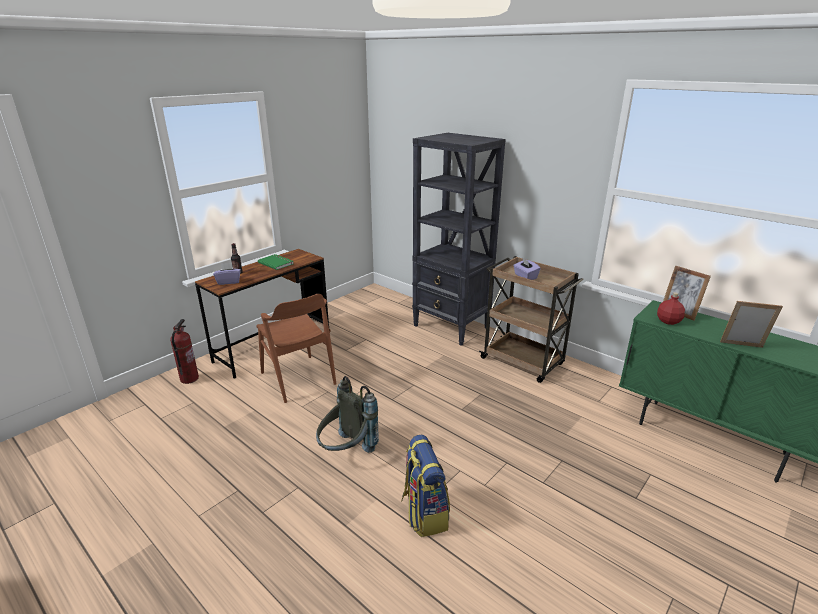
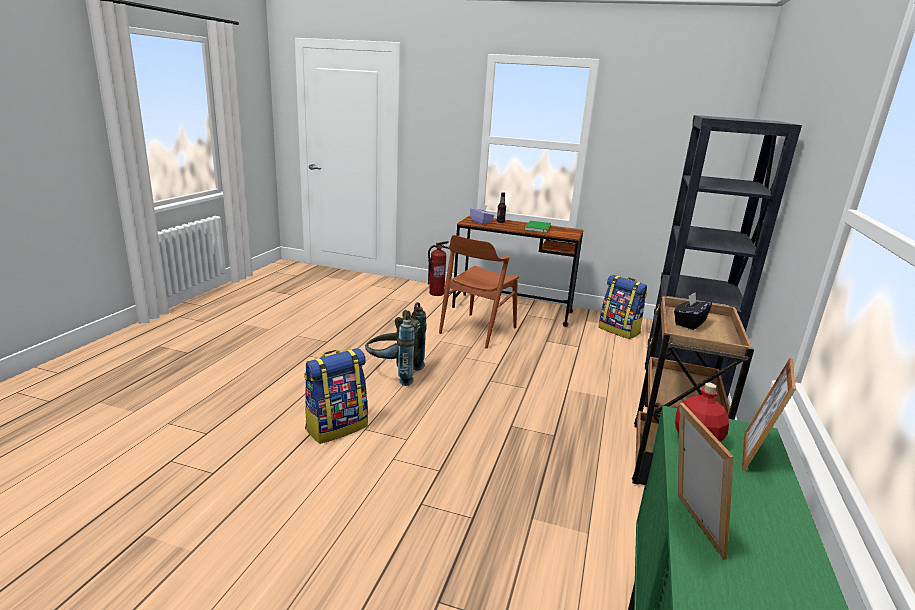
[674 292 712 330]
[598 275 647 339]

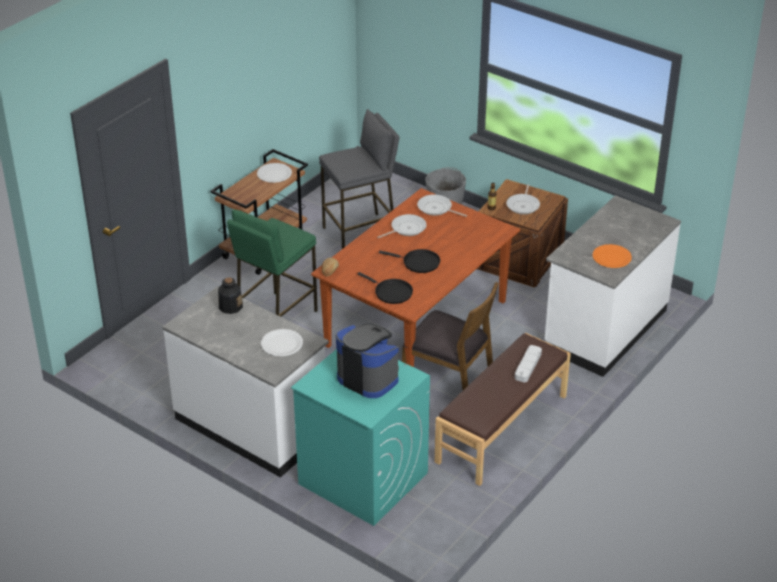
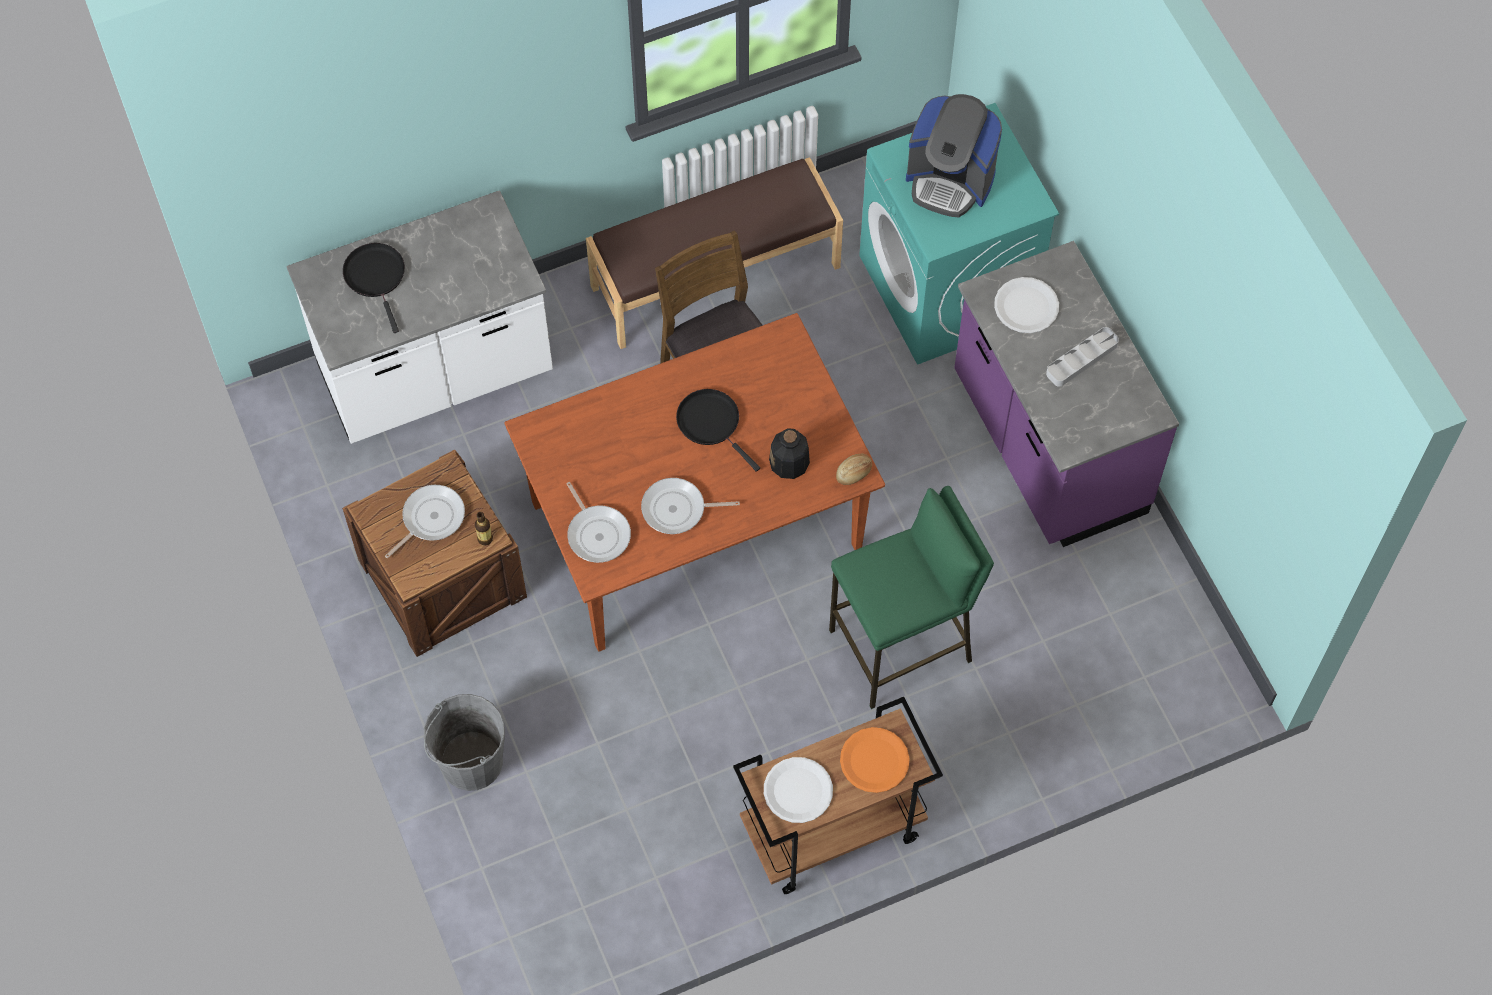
[954 241 1179 547]
[769 428 810 479]
[319 109 399 249] (first image)
[906 94 1002 217]
[343 243 405 333]
[1046 327 1119 387]
[840 727 910 793]

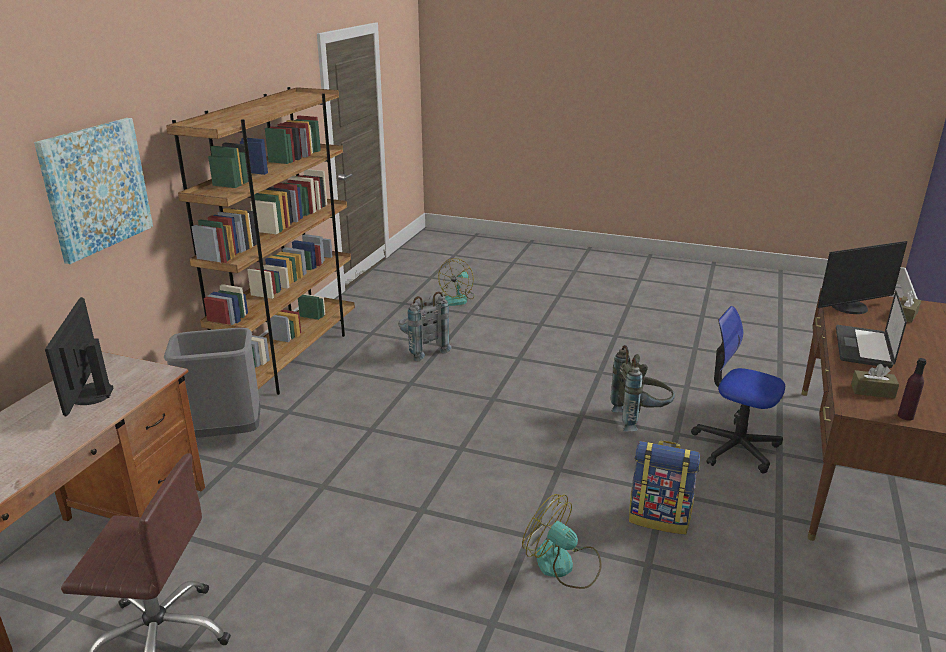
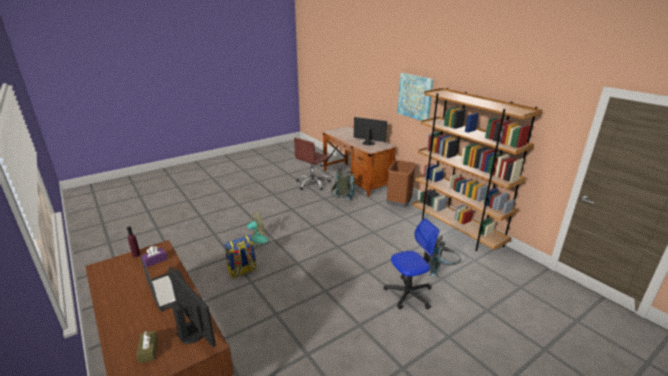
[387 160 416 207]
[438 258 475 306] (first image)
[331 169 355 201]
[384 219 439 309]
[168 267 216 347]
[141 246 167 267]

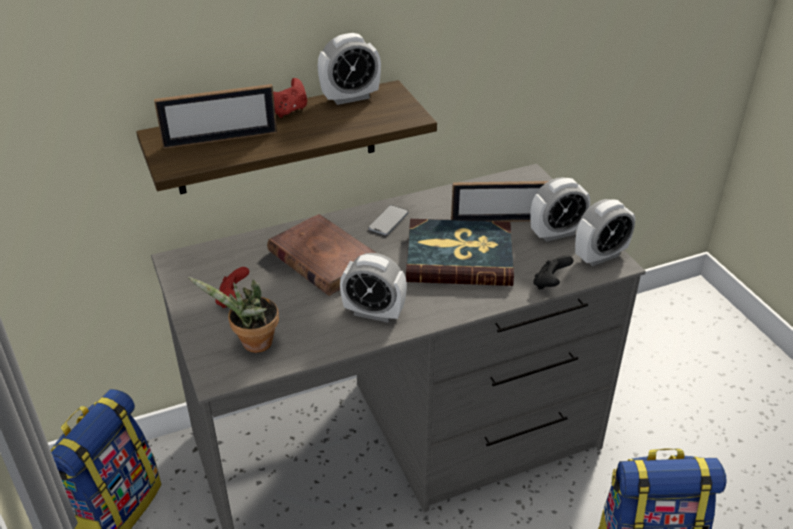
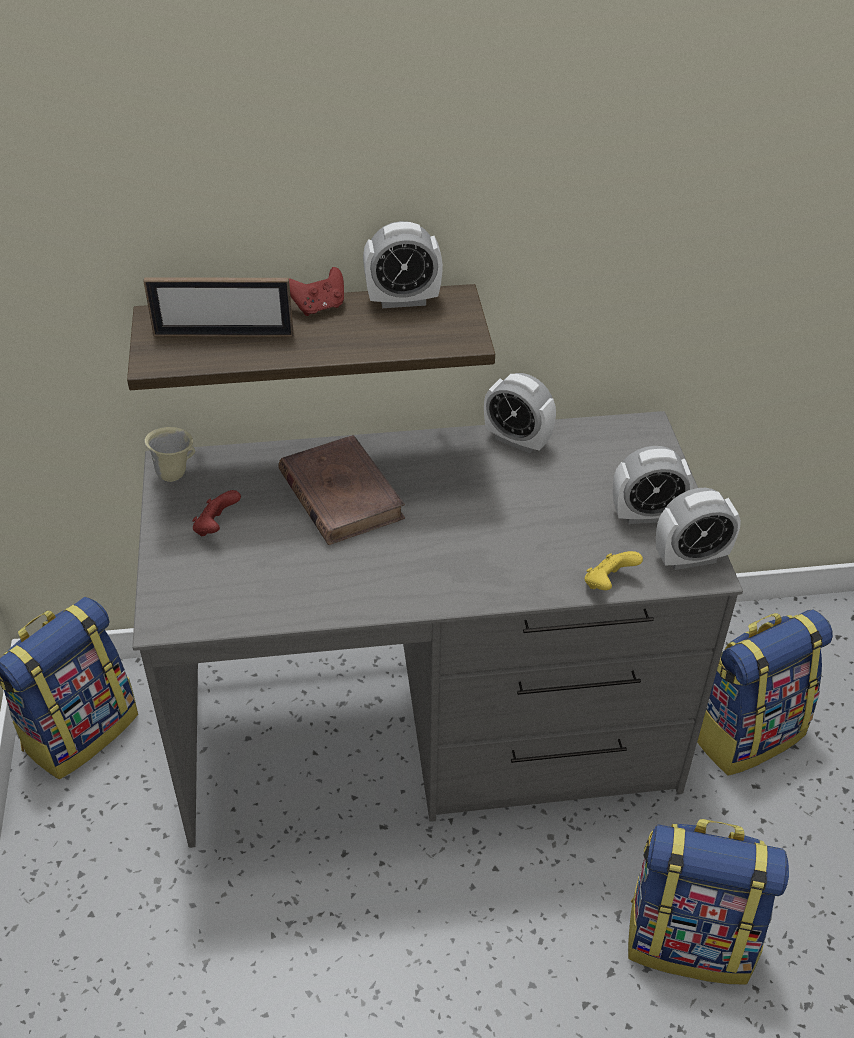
[188 277 279 353] (first image)
[484 373 556 453]
[368 205 409 235] (first image)
[406 219 514 286] (first image)
[451 181 548 222] (first image)
[585 551 643 590]
[144 427 195 482]
[697 609 833 776]

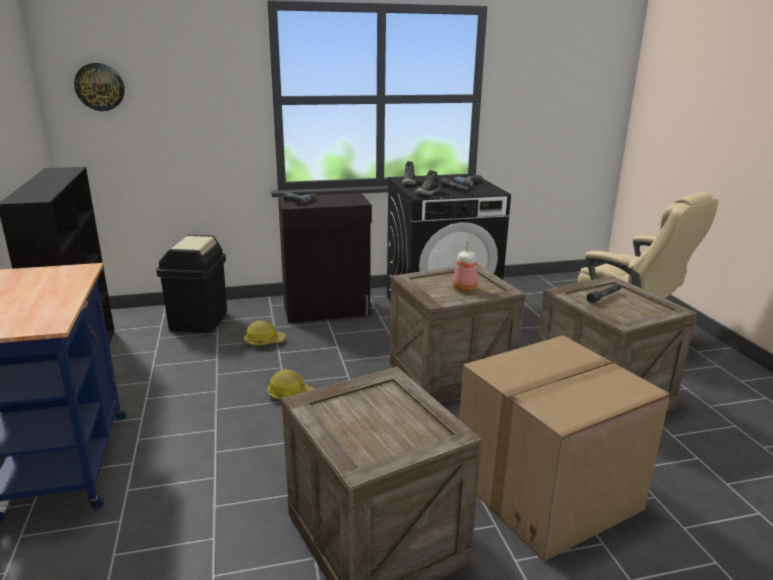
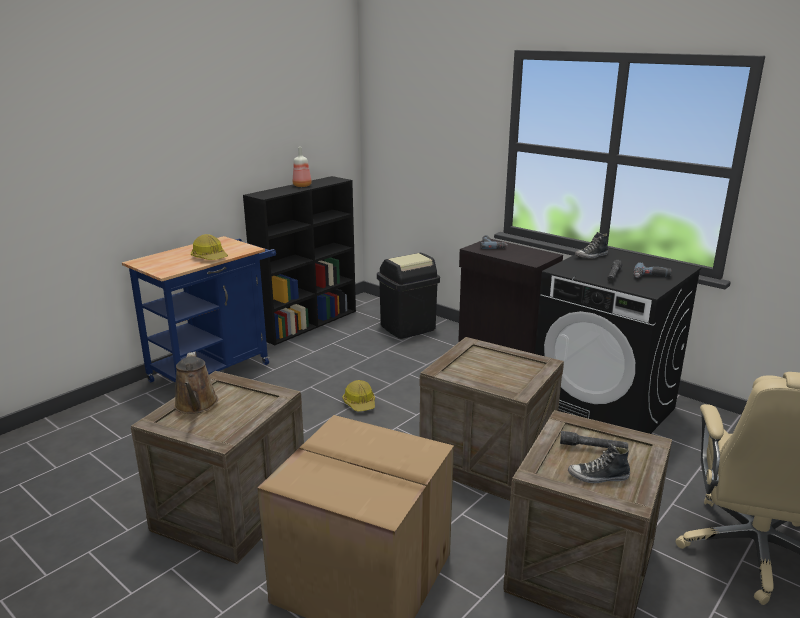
[74 63 125 111] (first image)
[191 234 228 260]
[568 444 630 483]
[293 147 312 187]
[174 352 218 414]

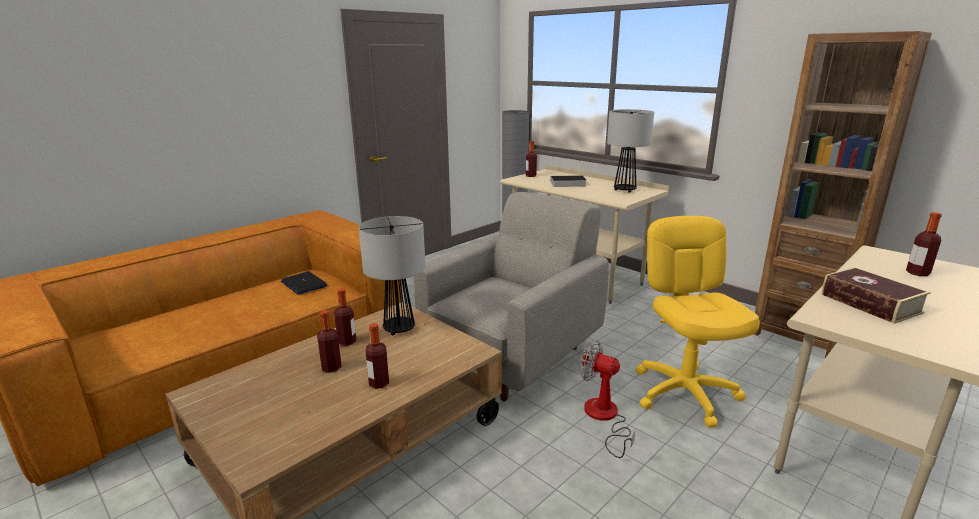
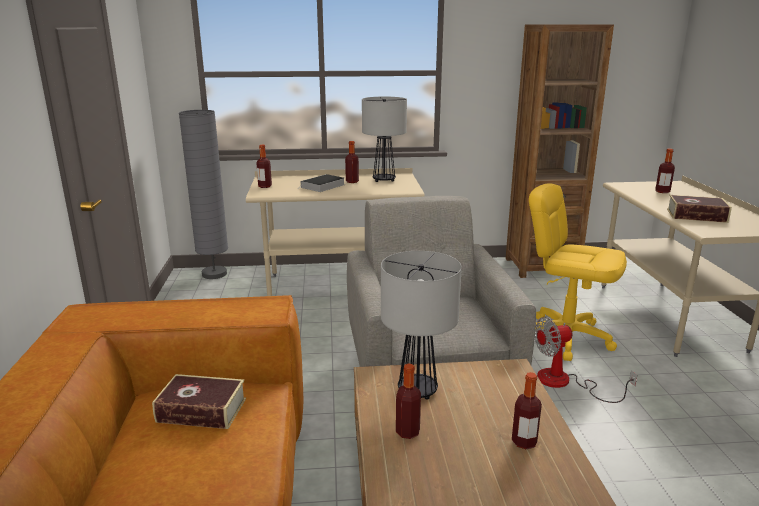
[152 374 246 429]
[345 141 359 183]

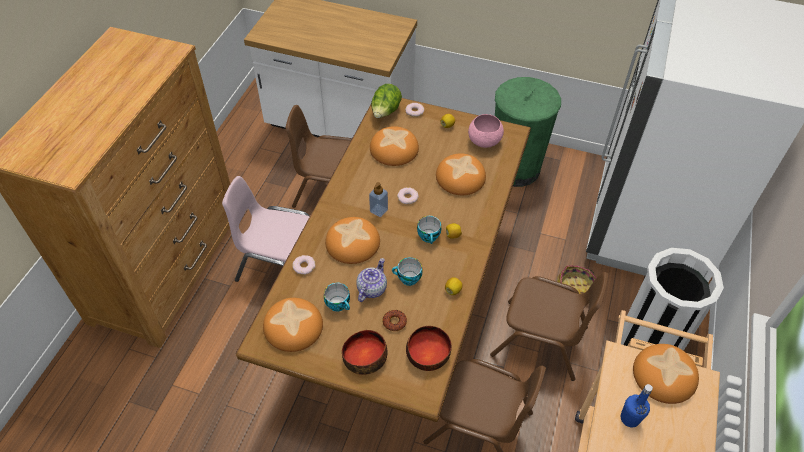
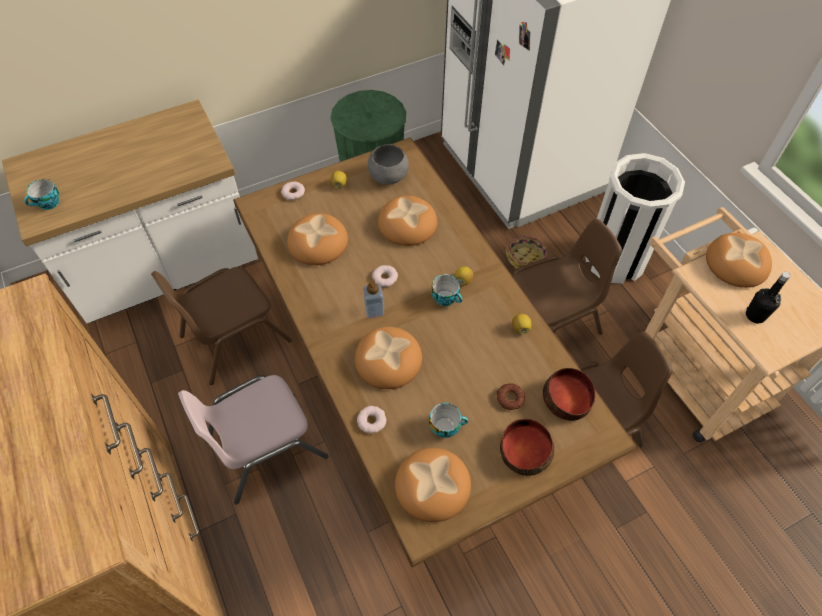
[356 258 387 302] (first image)
[371 84 402 118] (first image)
[24 179 59 210]
[368 144 409 185]
[746 272 790 323]

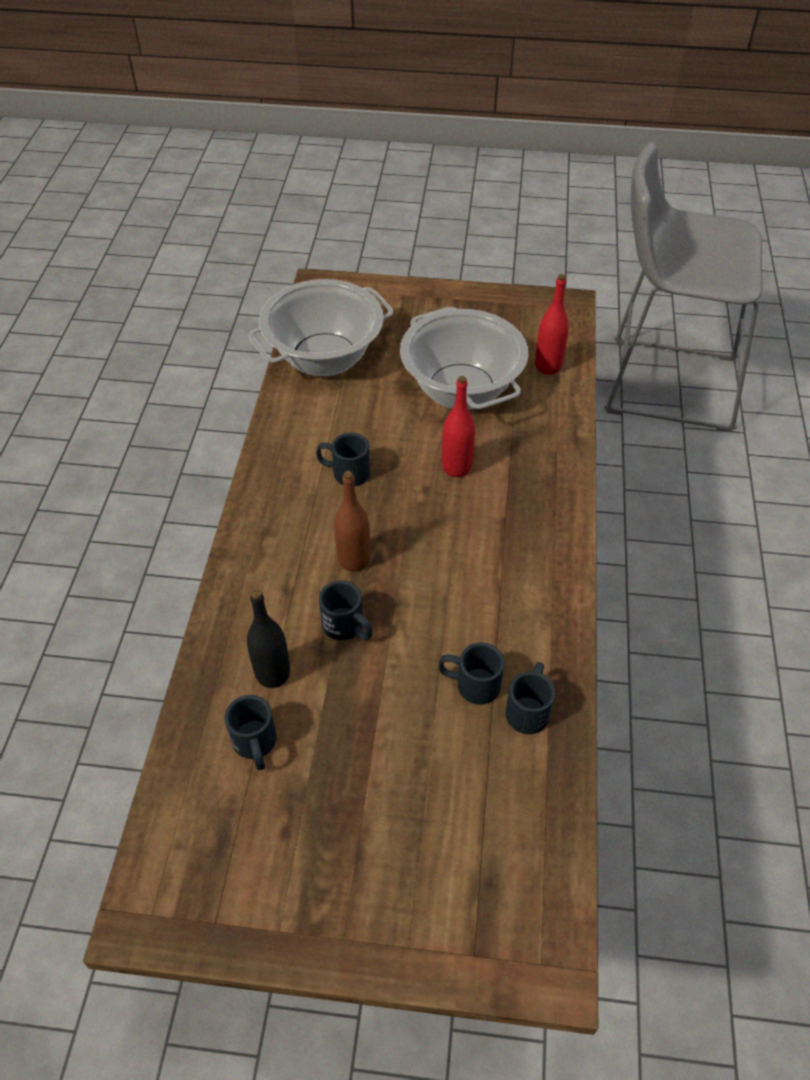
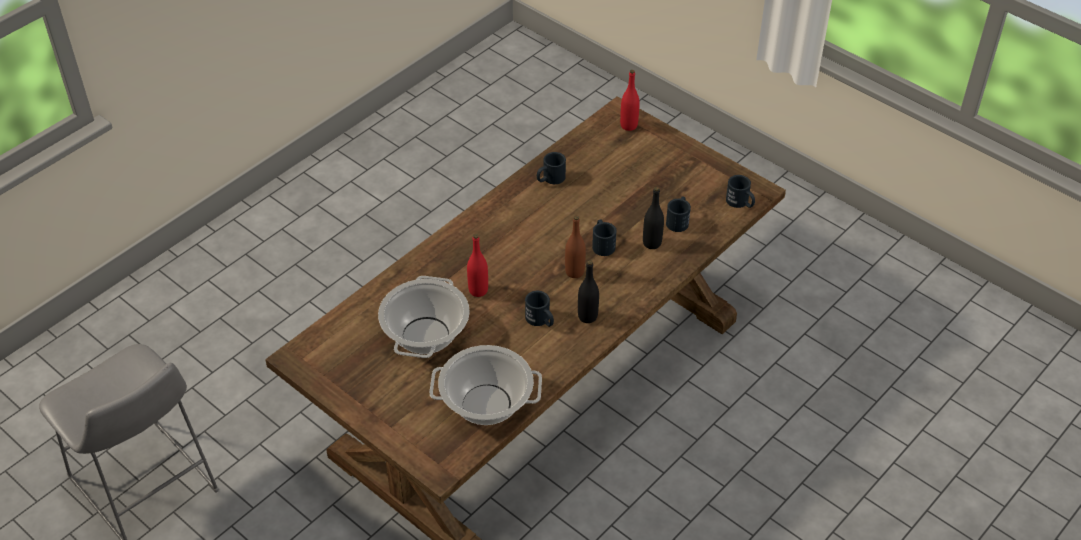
[726 175 755 208]
[620 70 640 131]
[578 260 599 323]

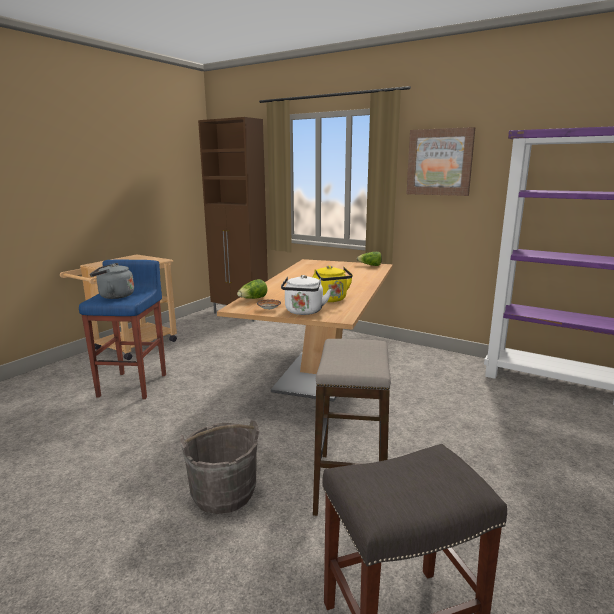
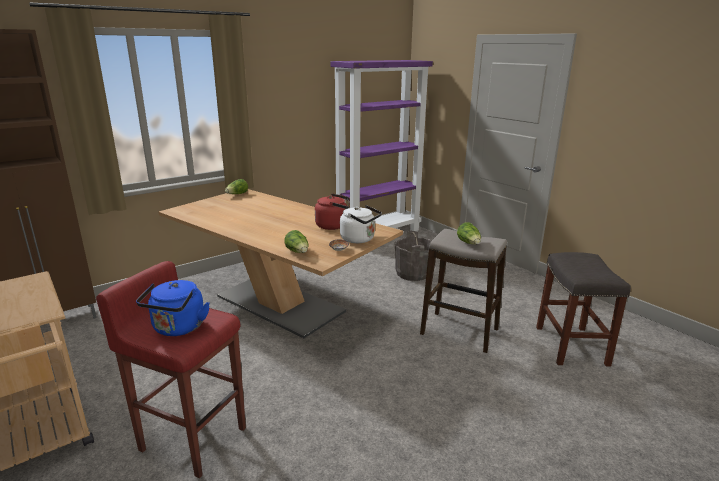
[96 261 246 478]
[136 280 210 336]
[395 231 431 281]
[315 194 350 230]
[406 127 475 196] (first image)
[457 222 481 244]

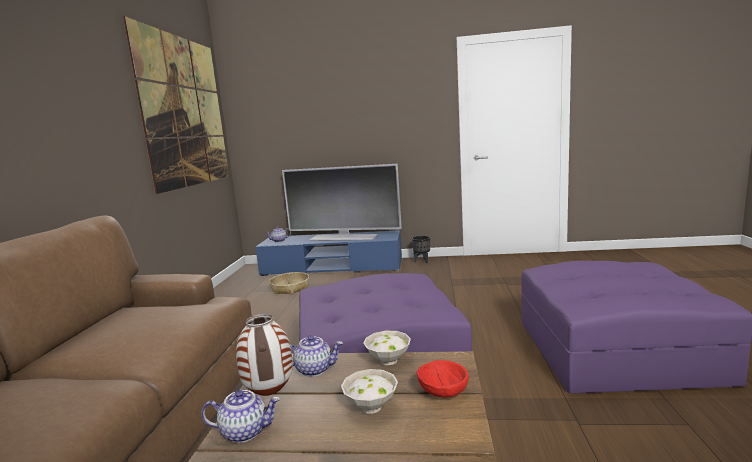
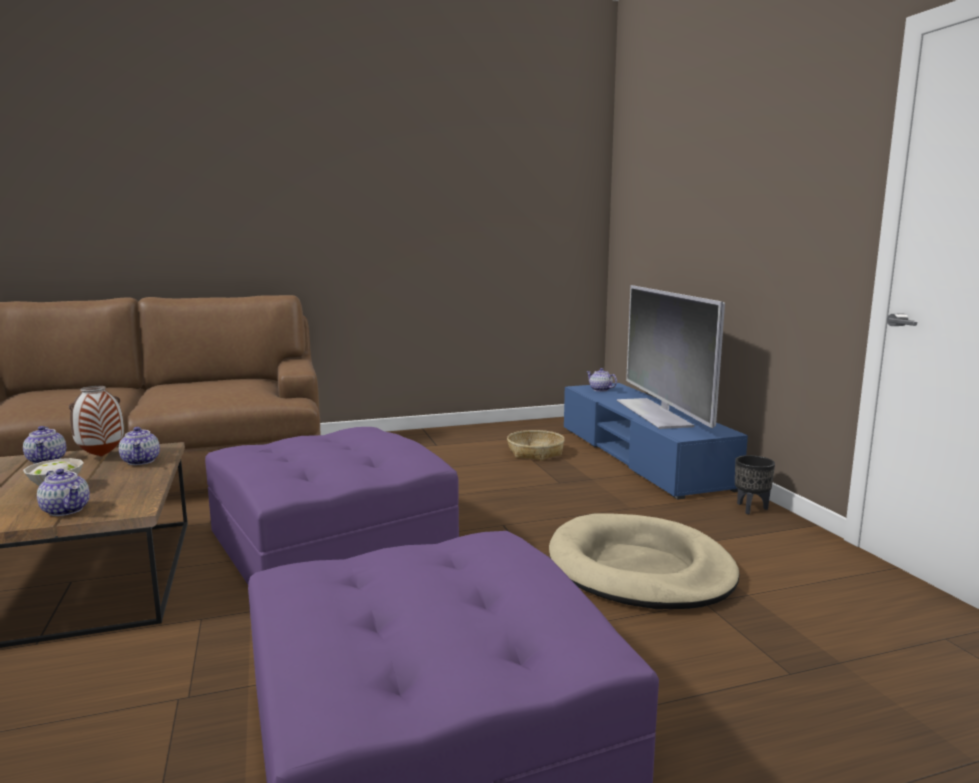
[123 16 229 194] (first image)
[364 331 411 365] (first image)
[37 469 90 516]
[549 513 740 609]

